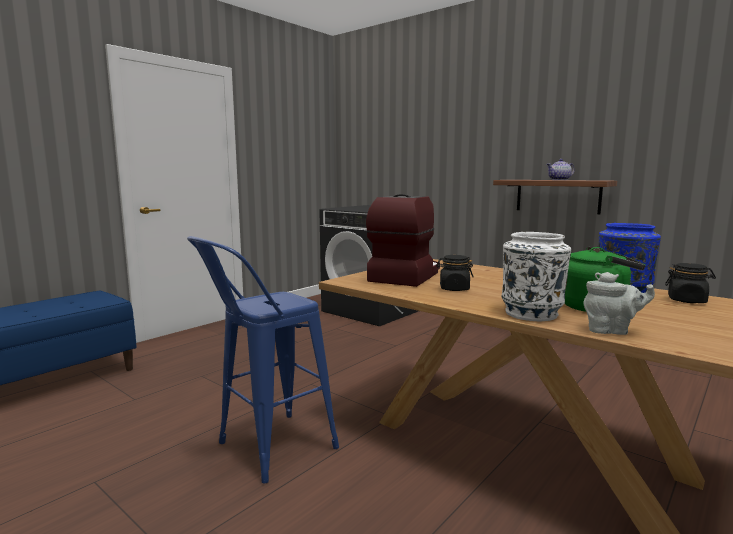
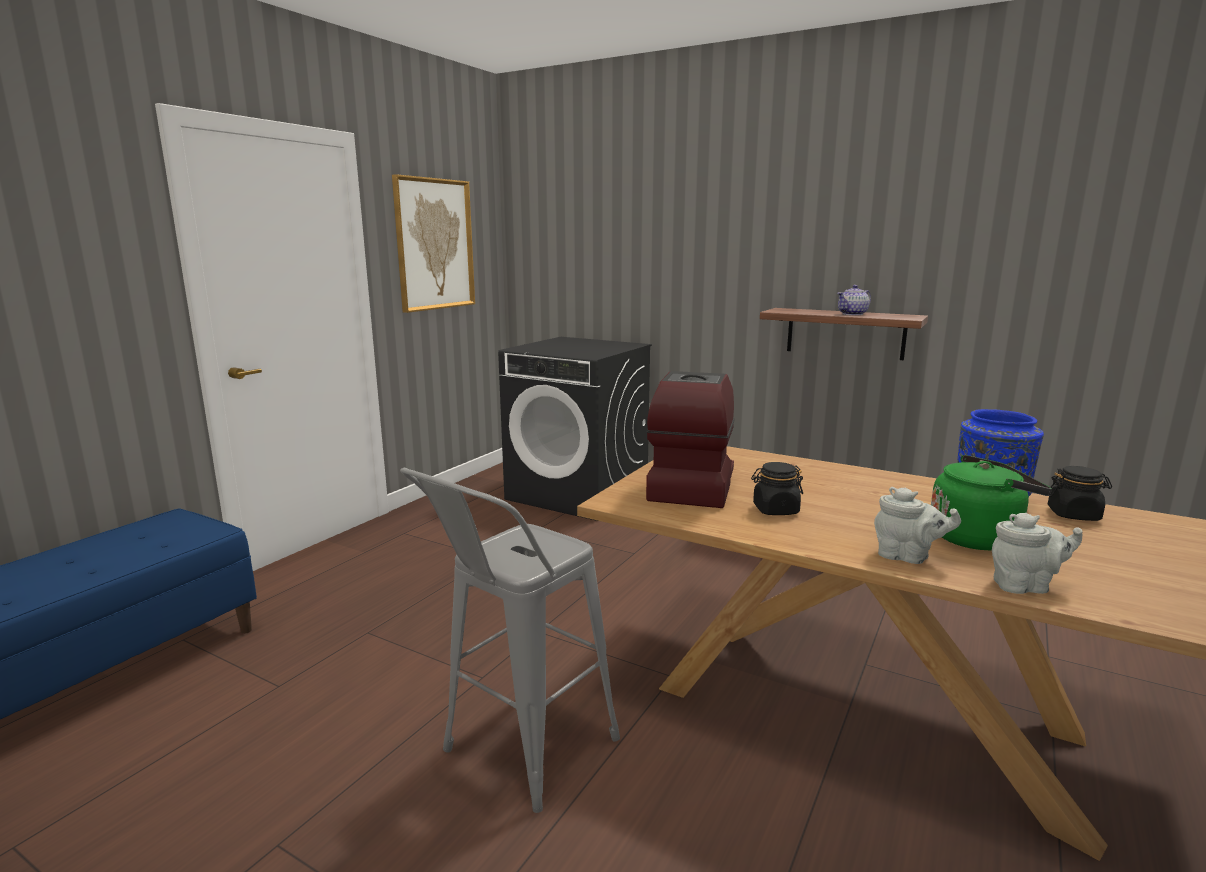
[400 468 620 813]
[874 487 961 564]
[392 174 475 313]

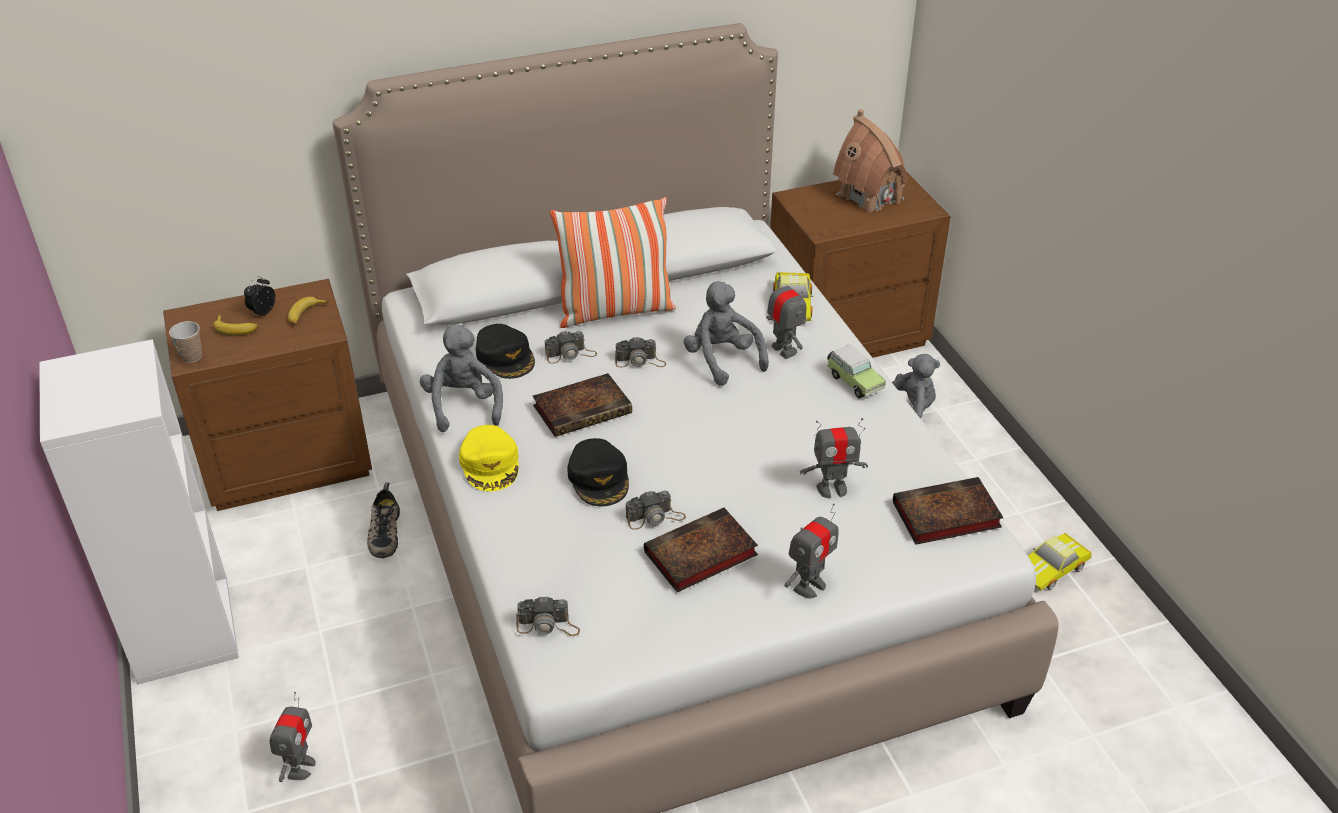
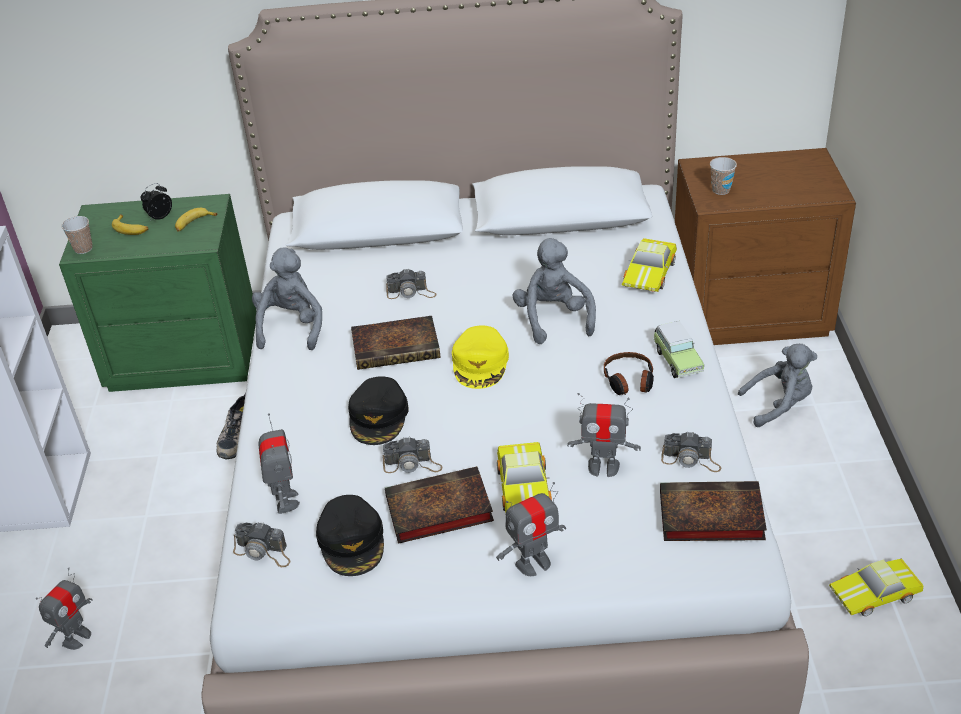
[59 194 256 392]
[452 325 509 389]
[316 495 384 576]
[550 197 676 328] (first image)
[661 431 721 472]
[259 413 300 514]
[833 109 907 214] (first image)
[497 442 552 512]
[604 352 654 395]
[710 157 737 195]

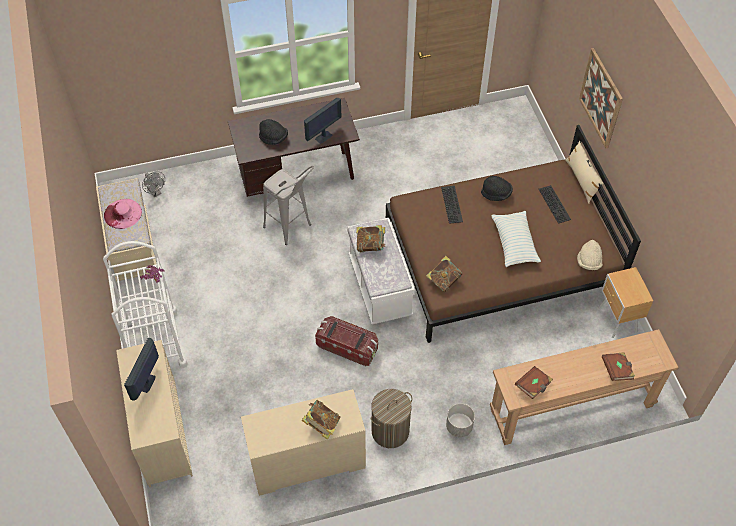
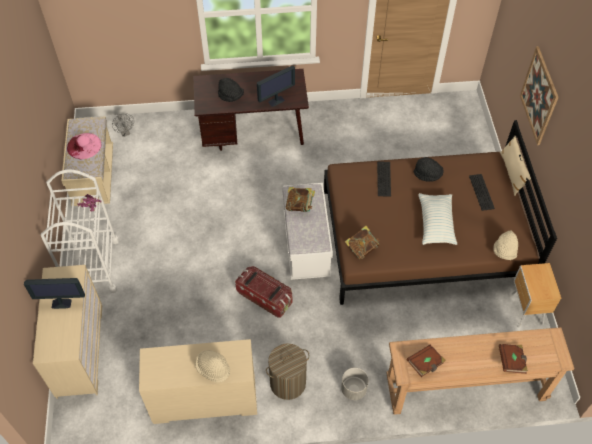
[24 278 85 309]
[263 166 314 245] (first image)
[195 350 230 383]

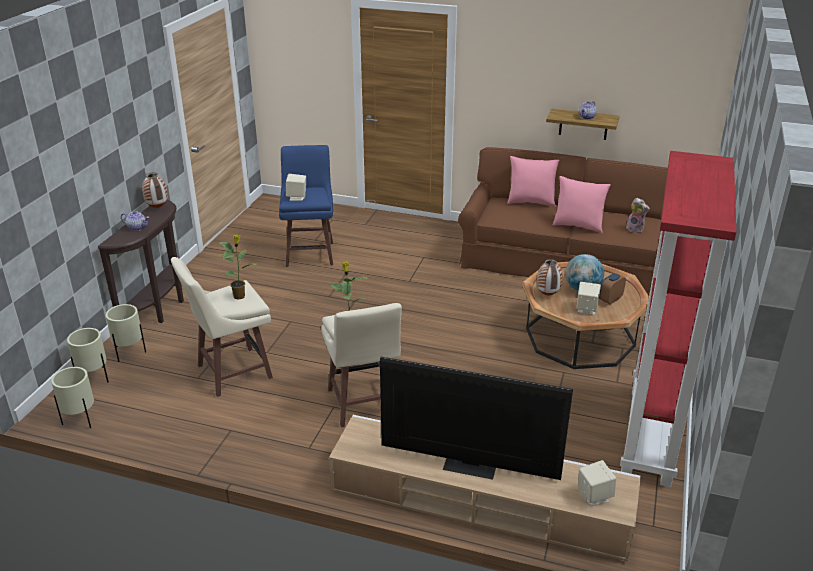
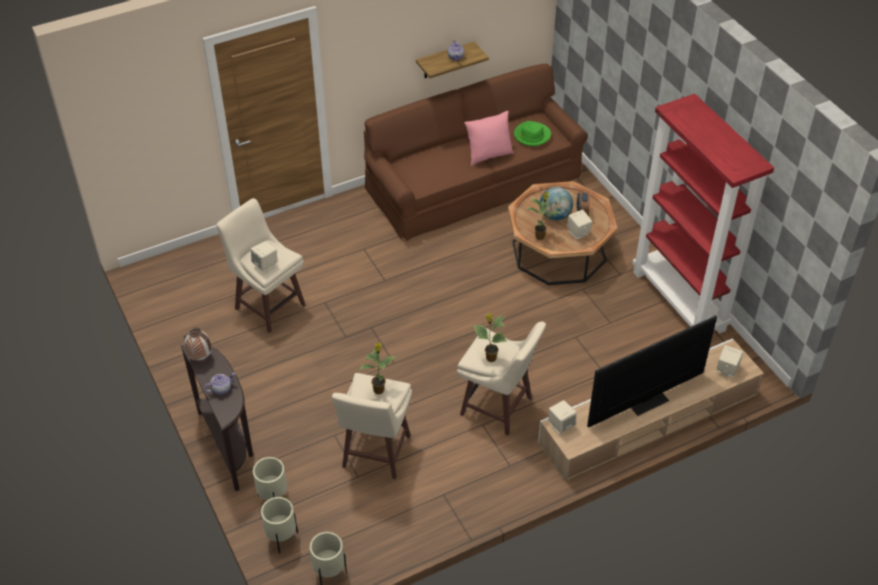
[216 198 305 333]
[507 156 559 207] (first image)
[525 192 560 240]
[514 121 551 146]
[549 400 577 434]

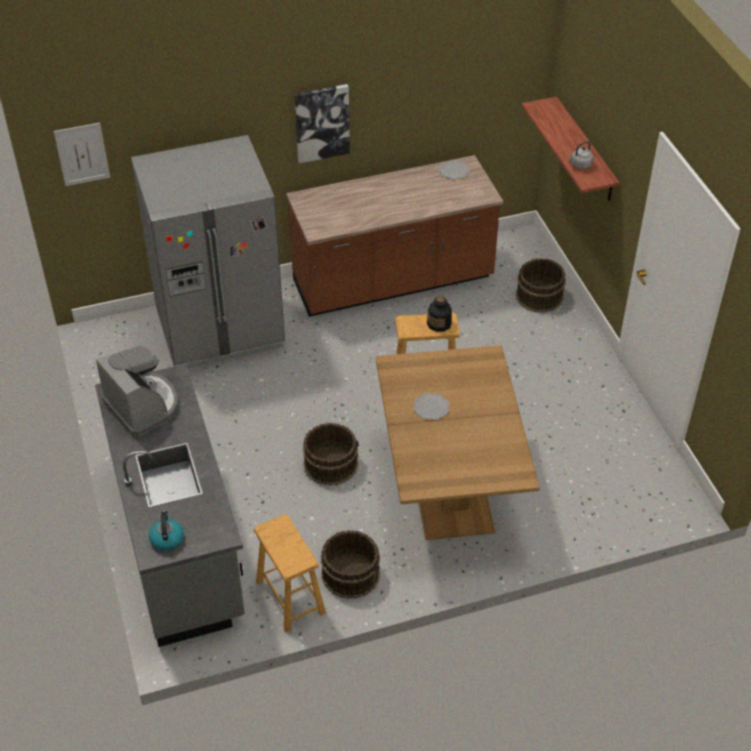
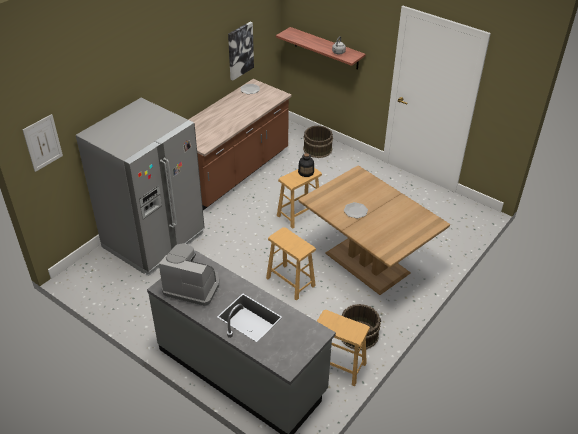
[149 510 184 551] (first image)
[228 21 254 81]
[266 227 316 300]

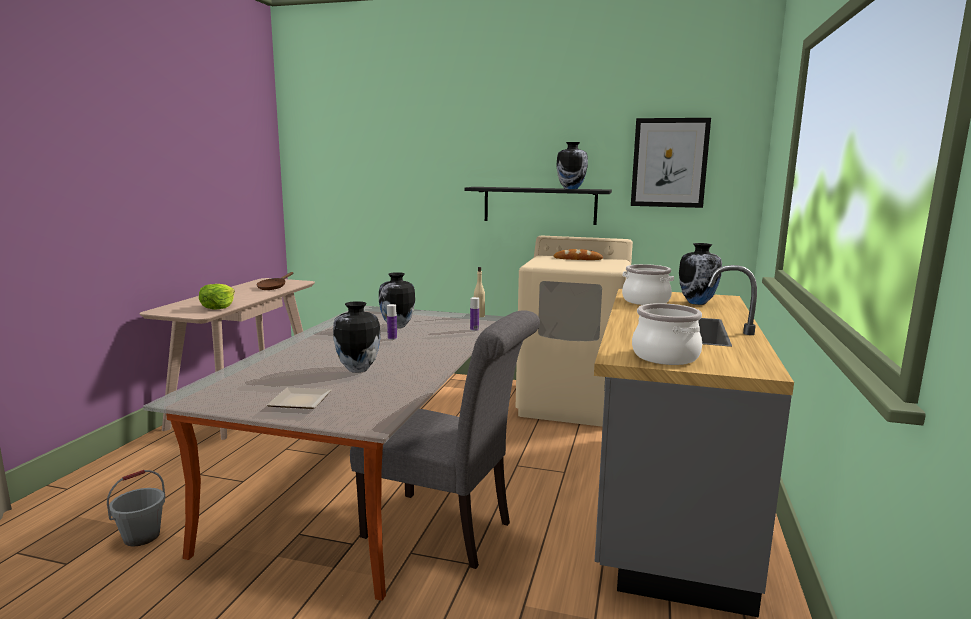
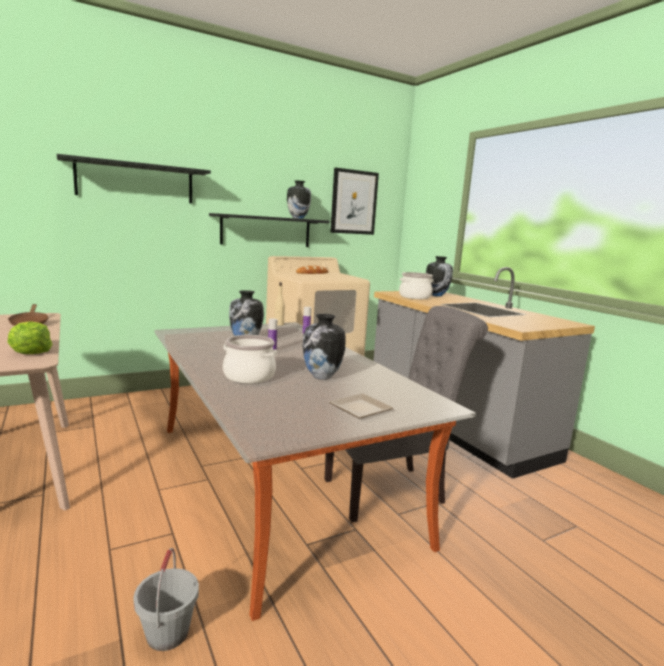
[223 335 277 383]
[57 154 211 204]

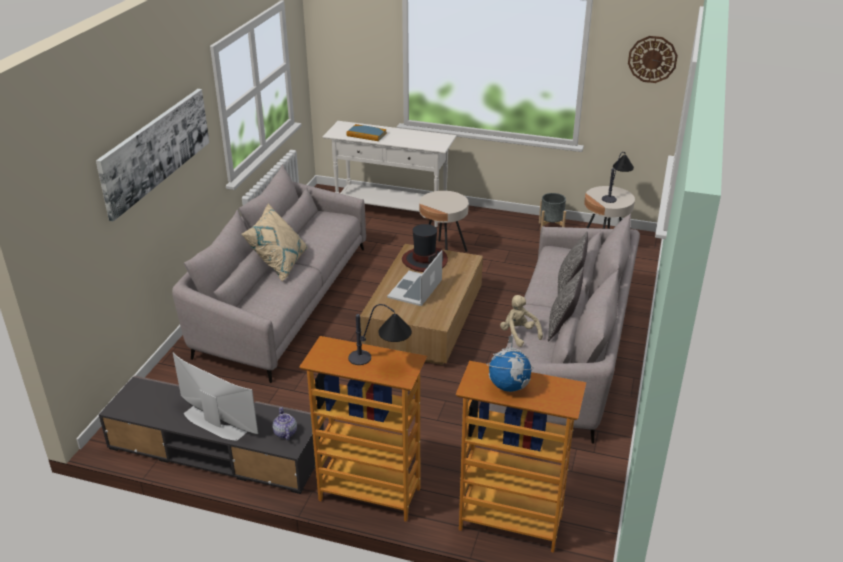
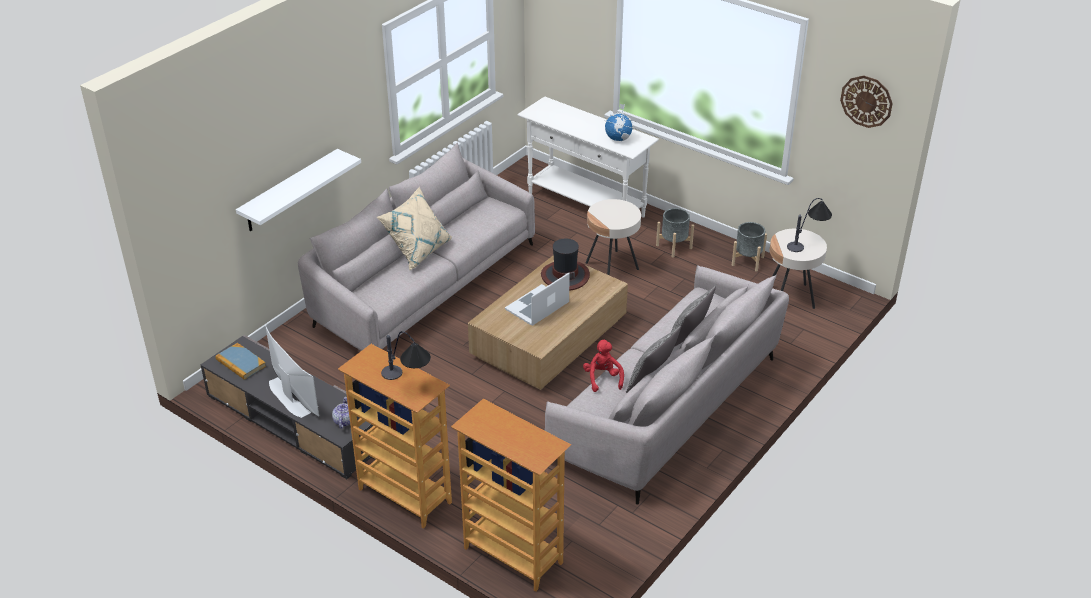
[96 89 209 222] (first image)
[216 343 266 380]
[604 104 633 141]
[583 340 624 392]
[236 149 361 232]
[656 208 694 258]

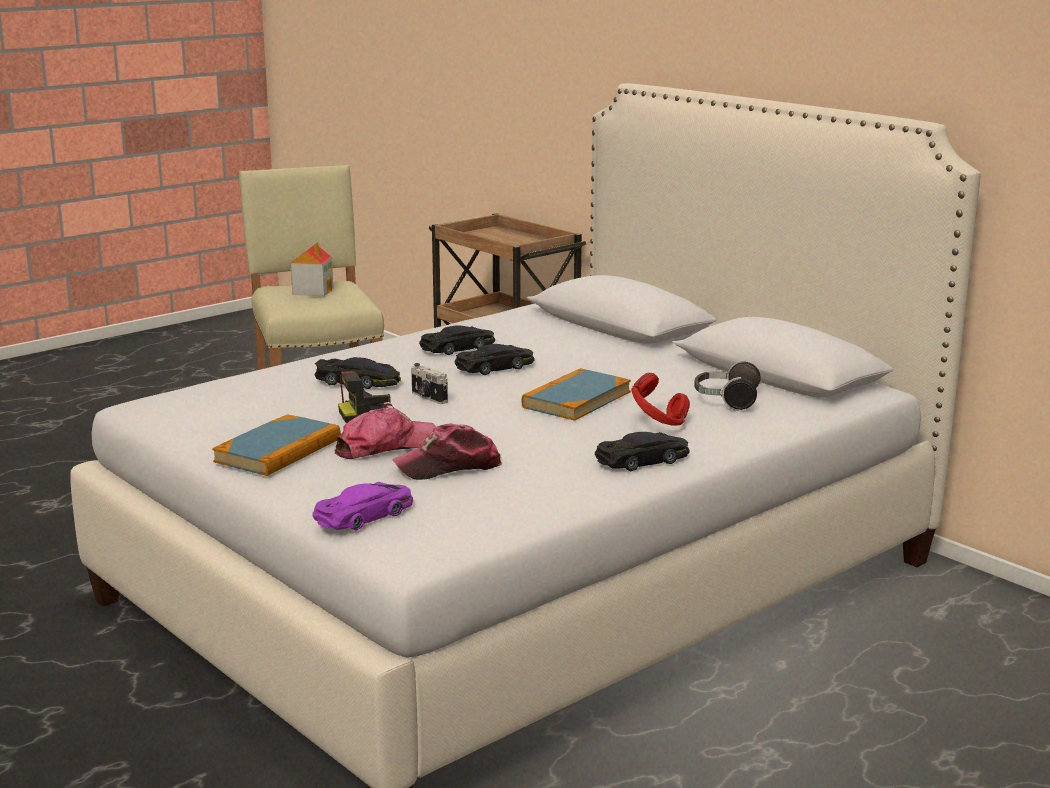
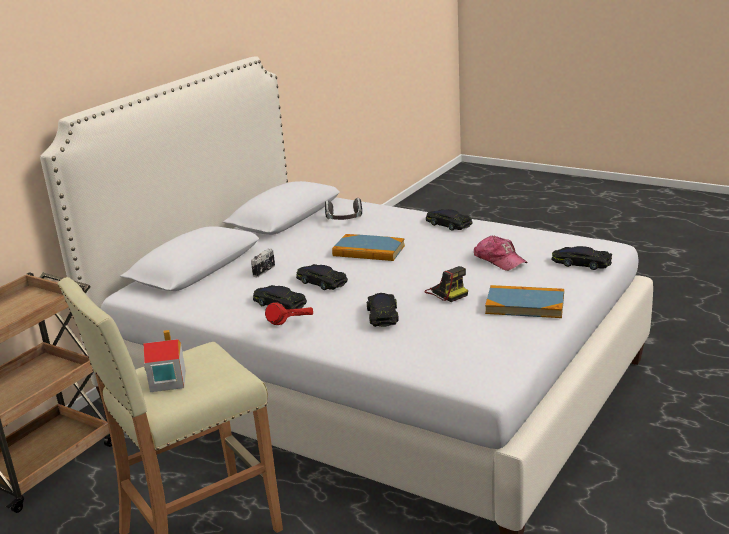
[551 246 613 270]
[334 408 436 459] (first image)
[251 248 275 277]
[265 302 313 325]

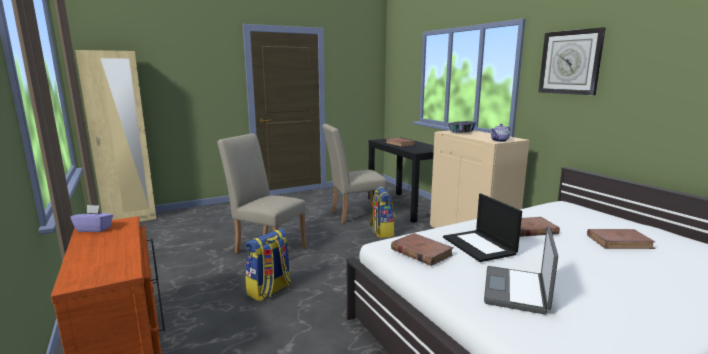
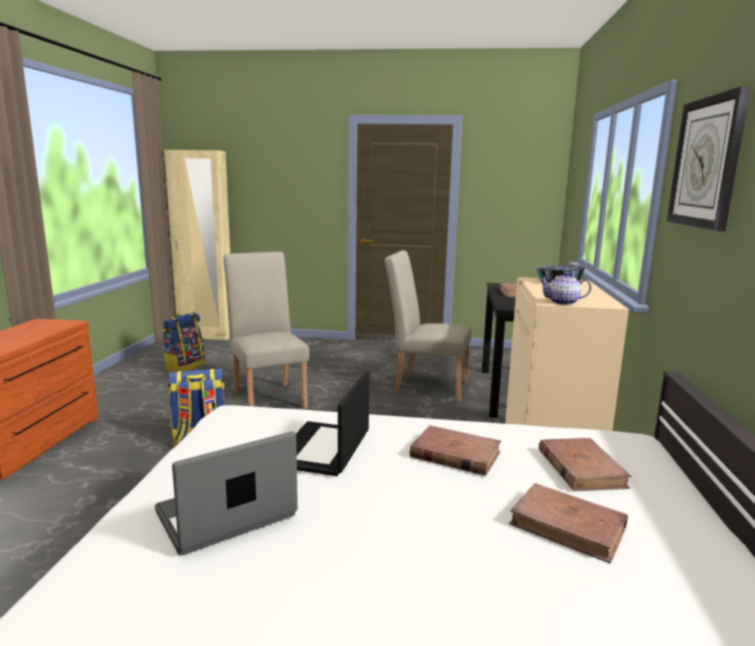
[70 205 113 232] (first image)
[162 312 205 372]
[539 438 632 491]

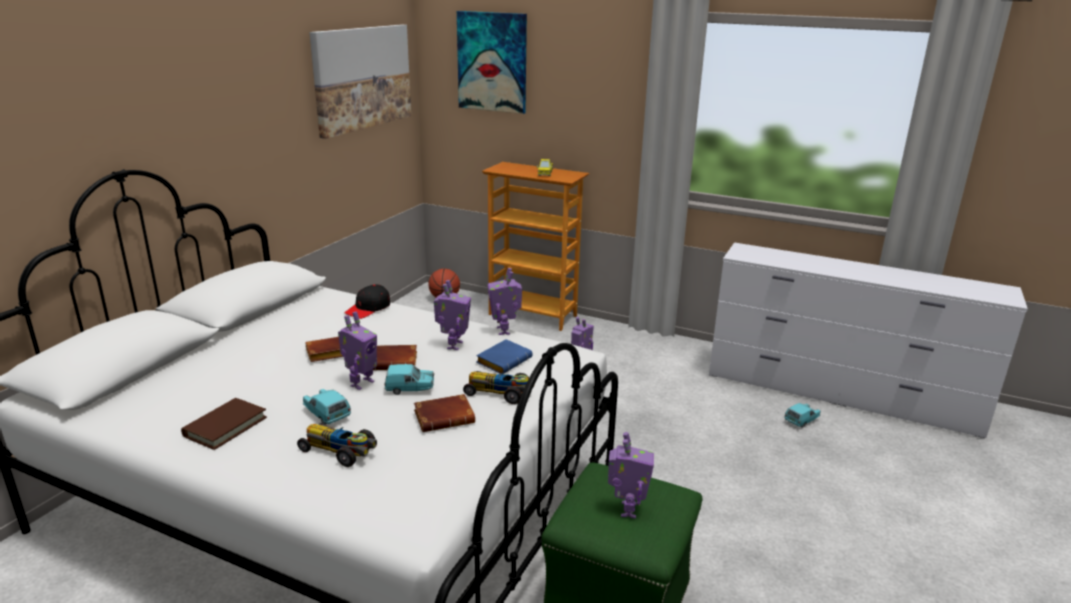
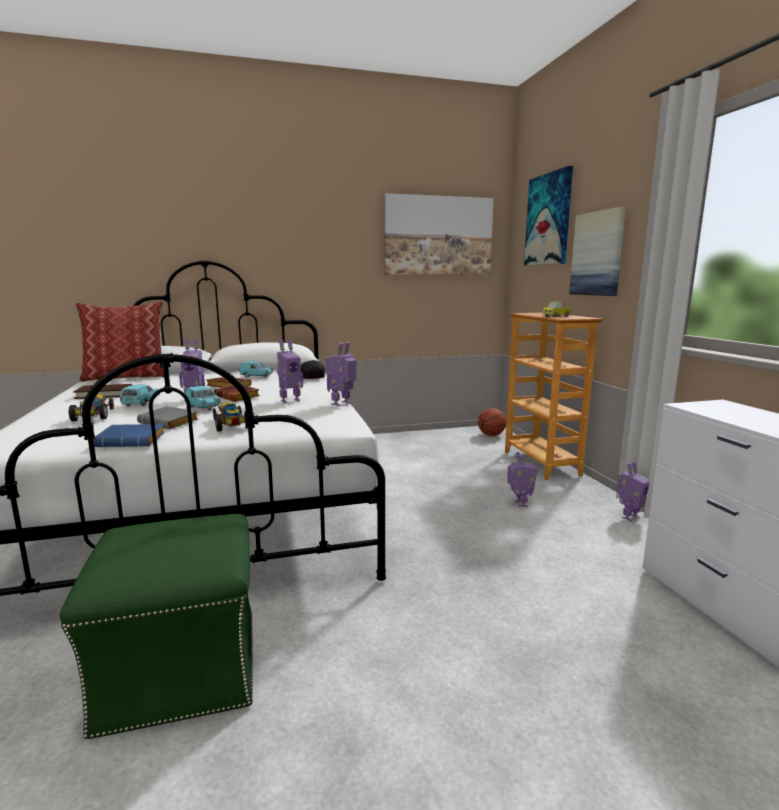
[137 406 198 429]
[93 424 165 447]
[617 462 649 522]
[239 361 274 378]
[75 301 164 382]
[569 207 626 296]

